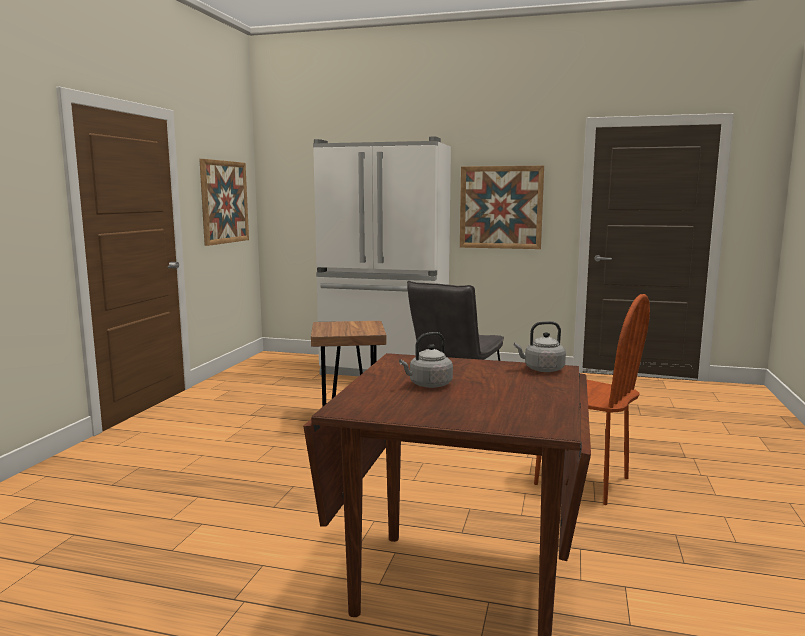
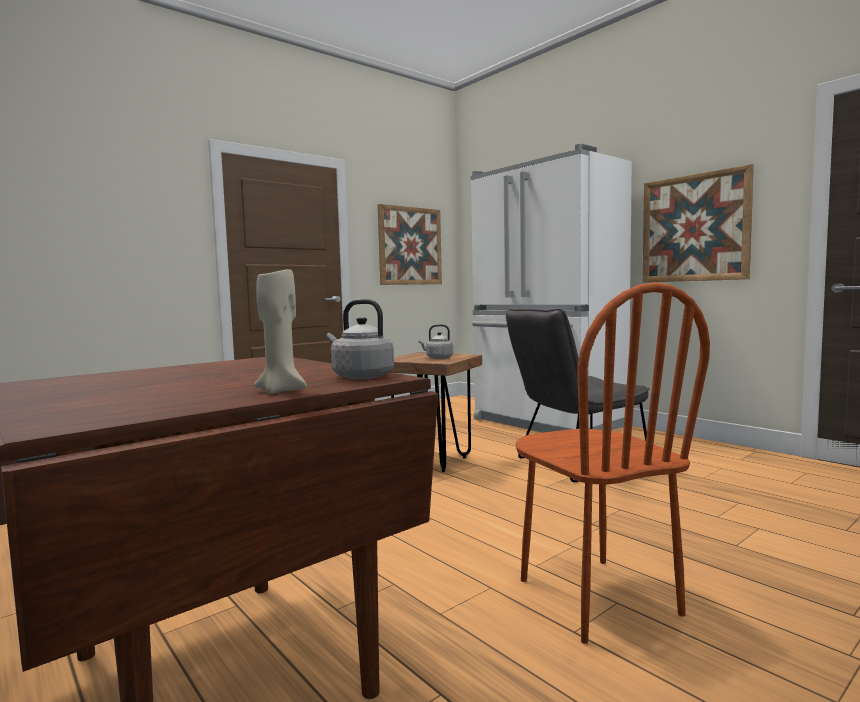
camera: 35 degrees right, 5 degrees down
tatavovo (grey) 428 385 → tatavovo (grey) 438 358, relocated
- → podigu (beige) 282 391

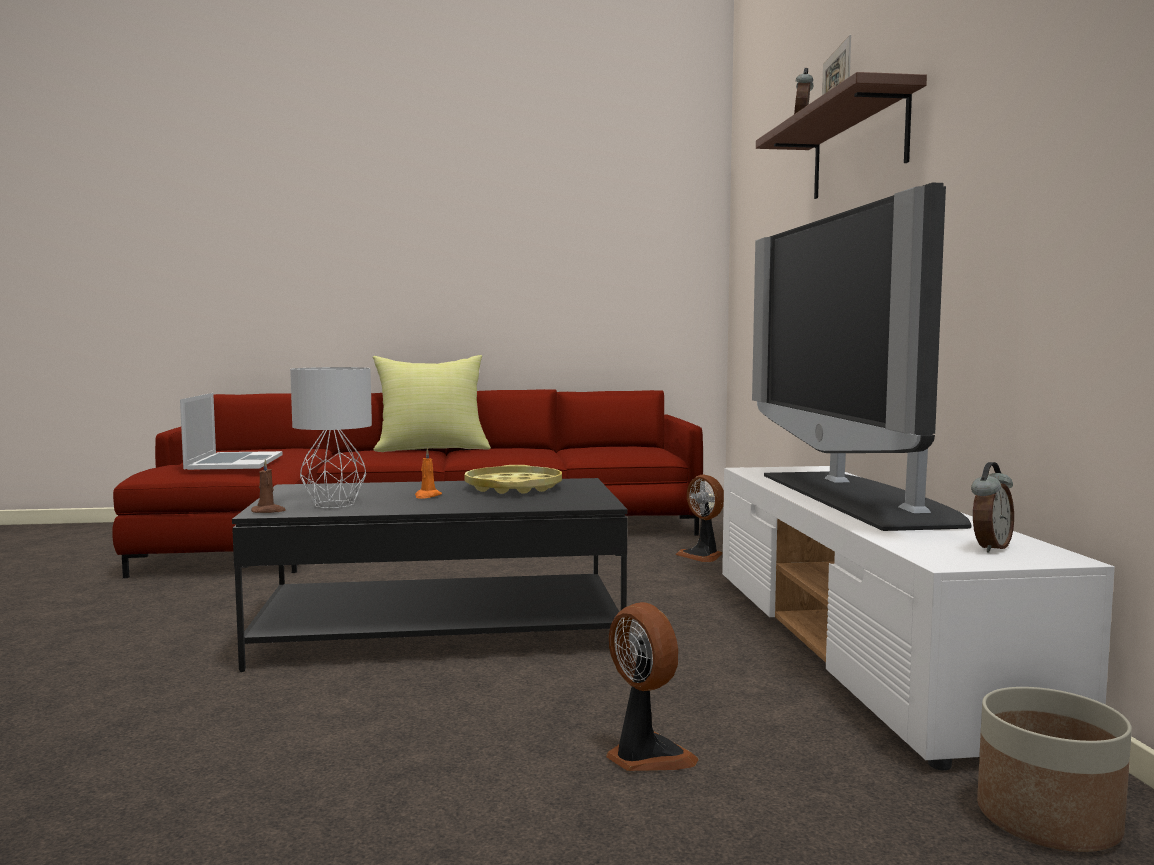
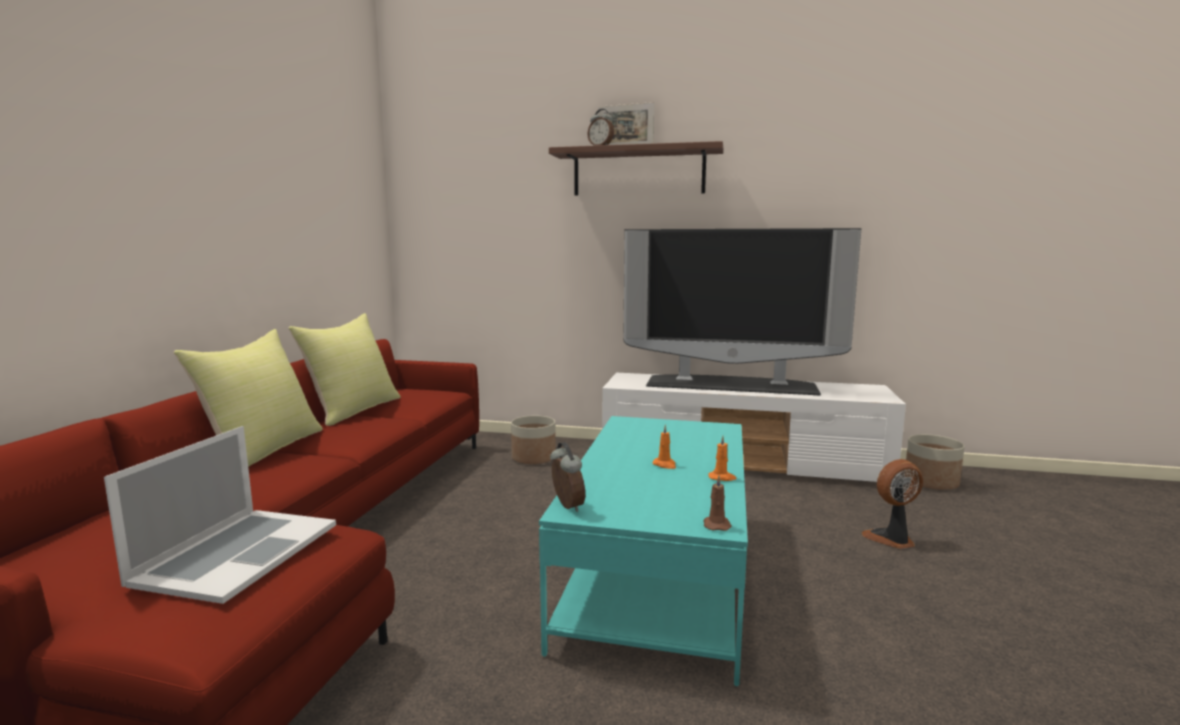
camera: 70 degrees left, 5 degrees up
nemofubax 234 462 → nemofubax 237 553, 90 degrees clockwise
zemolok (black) 441 630 → zemolok (turquoise) 658 572
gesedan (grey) 332 504 → -
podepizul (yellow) 514 487 → -
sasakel 702 556 → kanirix 534 457
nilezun 989 548 → nilezun 566 506, relocated
- → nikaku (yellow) 353 410
- → podigu (orange) 722 478

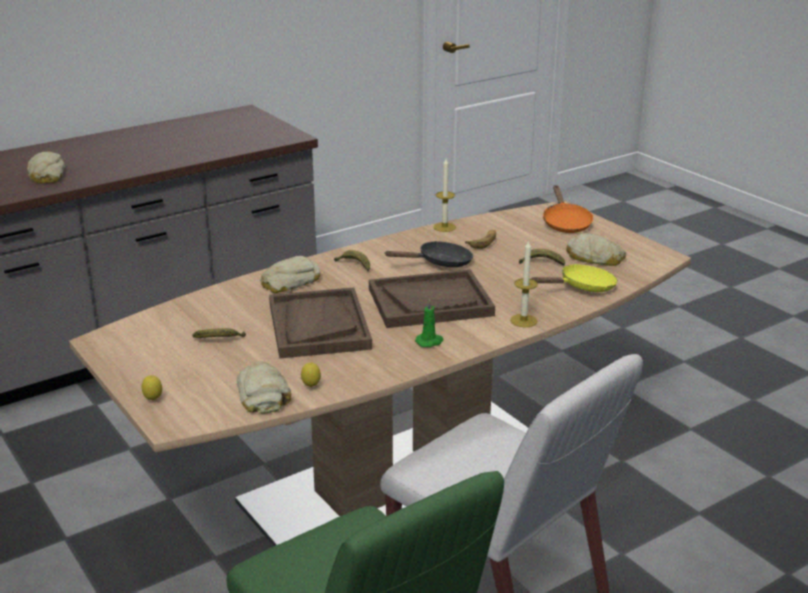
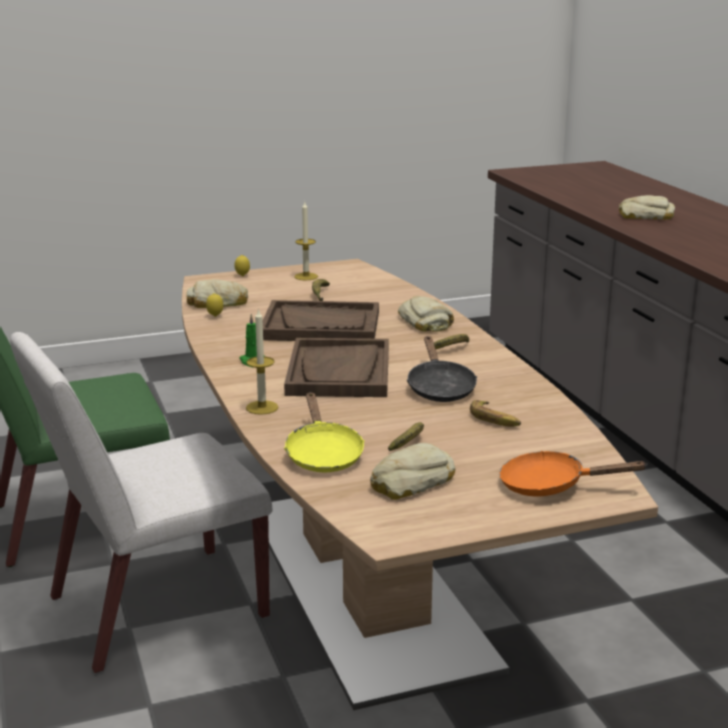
camera: 105 degrees right, 5 degrees down
podigu 444 227 → podigu 306 276, relocated

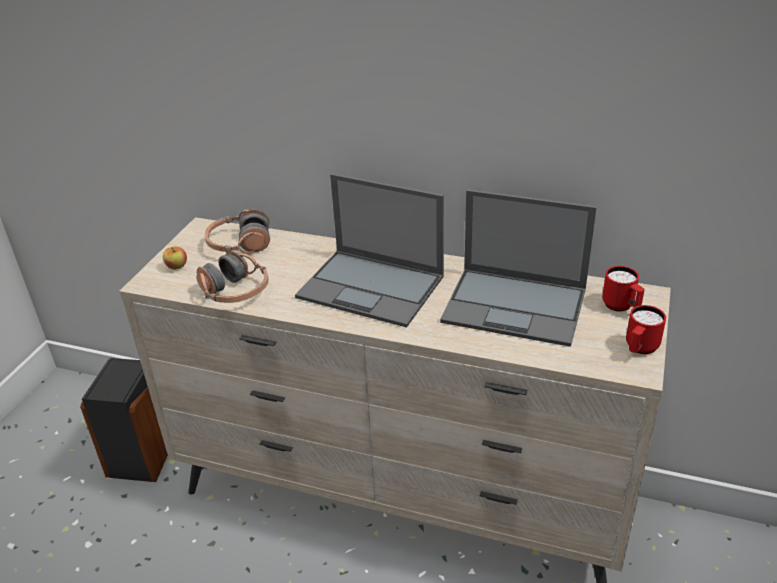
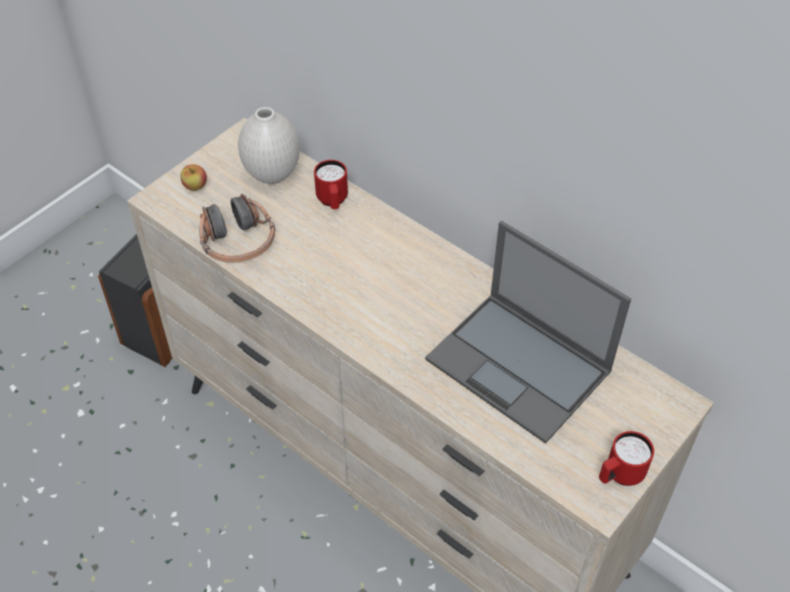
camera: 20 degrees right, 15 degrees up
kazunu 239 244 → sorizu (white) 272 174
nemofubax 372 287 → -
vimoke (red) 621 307 → vimoke (red) 332 202, relocated

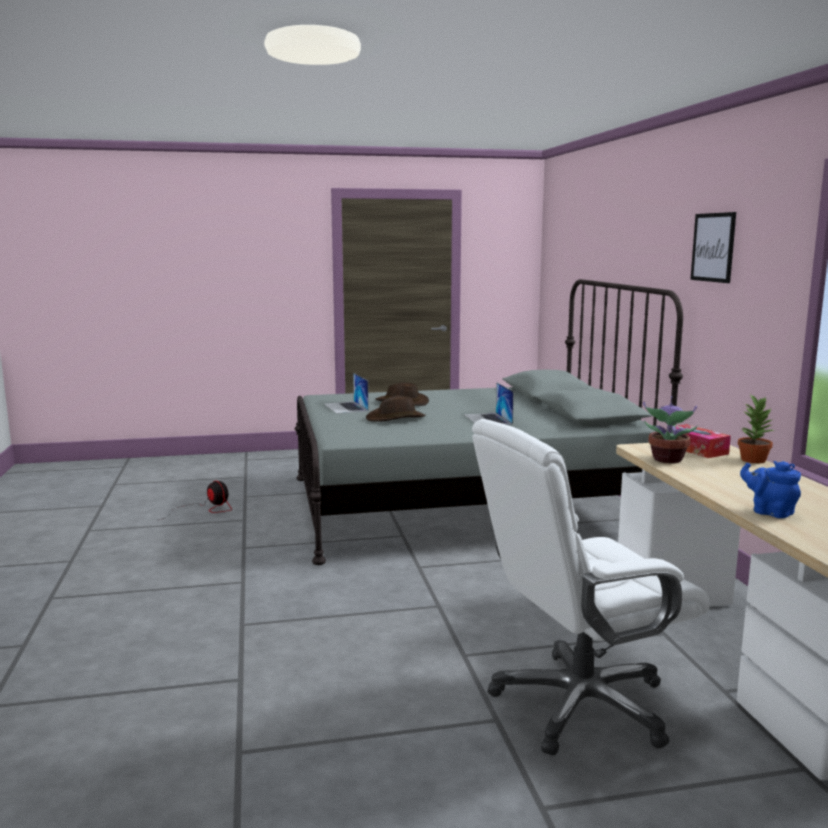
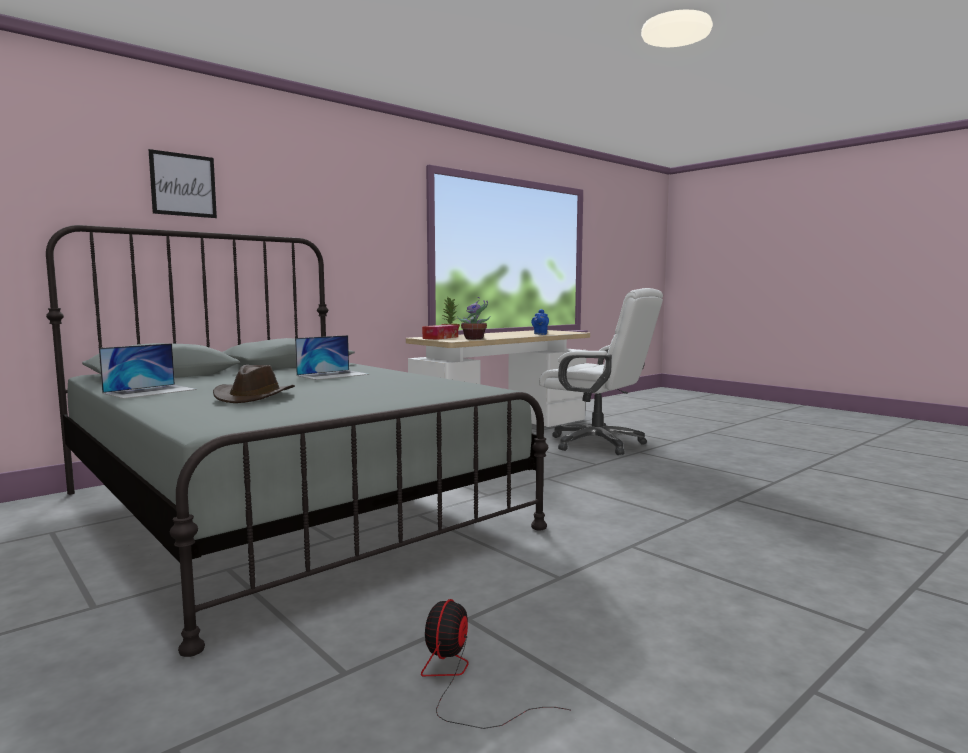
camera: 120 degrees left, 5 degrees down
nemofubax 346 407 → nemofubax 150 391, relocated
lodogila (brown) 396 418 → -
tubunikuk 713 247 → tubunikuk 183 185, relocated

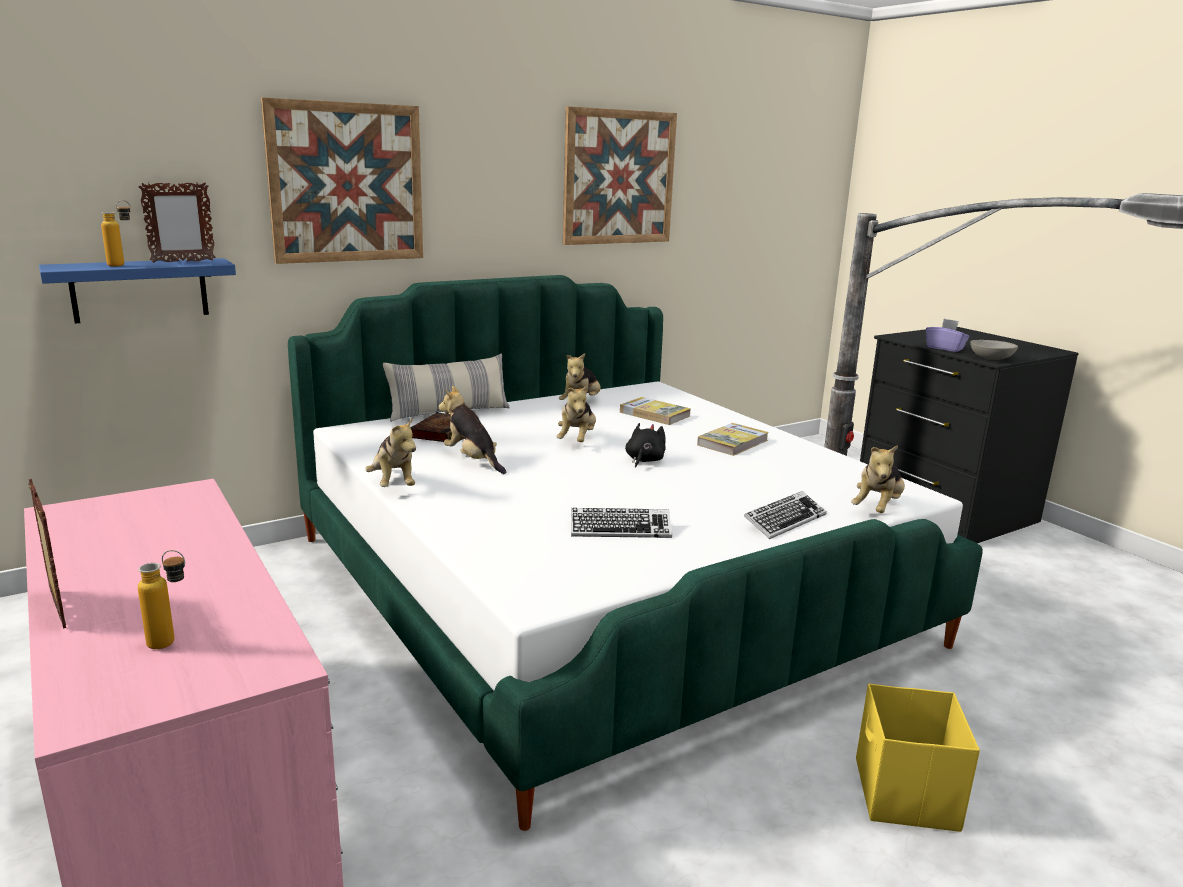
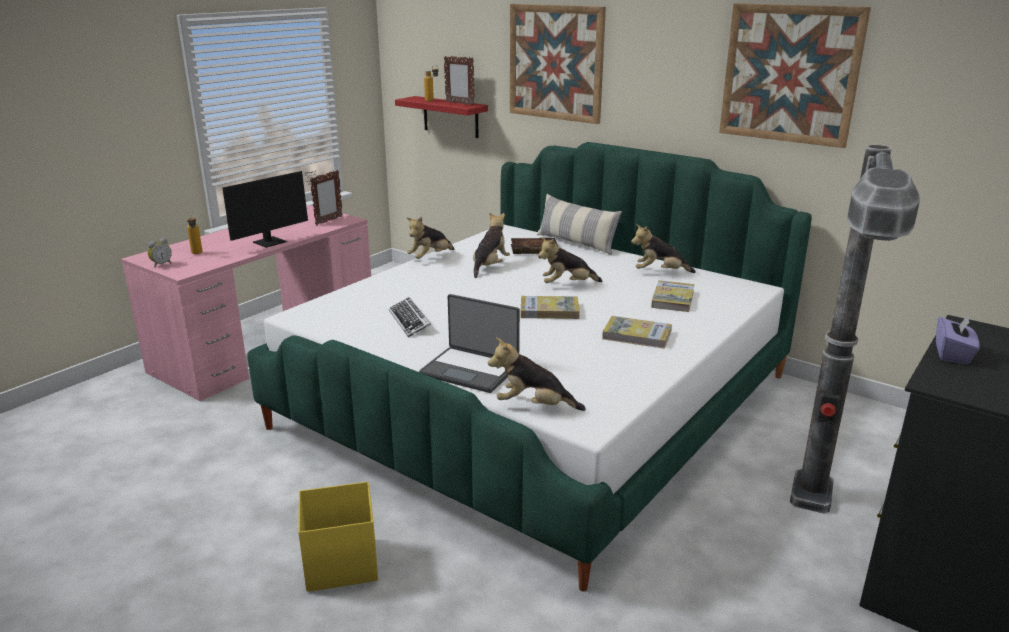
camera: 70 degrees right, 5 degrees up
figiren 57 609 → figiren 328 221, relocated
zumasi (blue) 140 290 → zumasi (red) 450 117
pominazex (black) 644 460 → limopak 549 310
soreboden 784 520 → nemofubax 470 370
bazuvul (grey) 991 359 → -
- → nilezun 161 264
- → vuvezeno 274 241

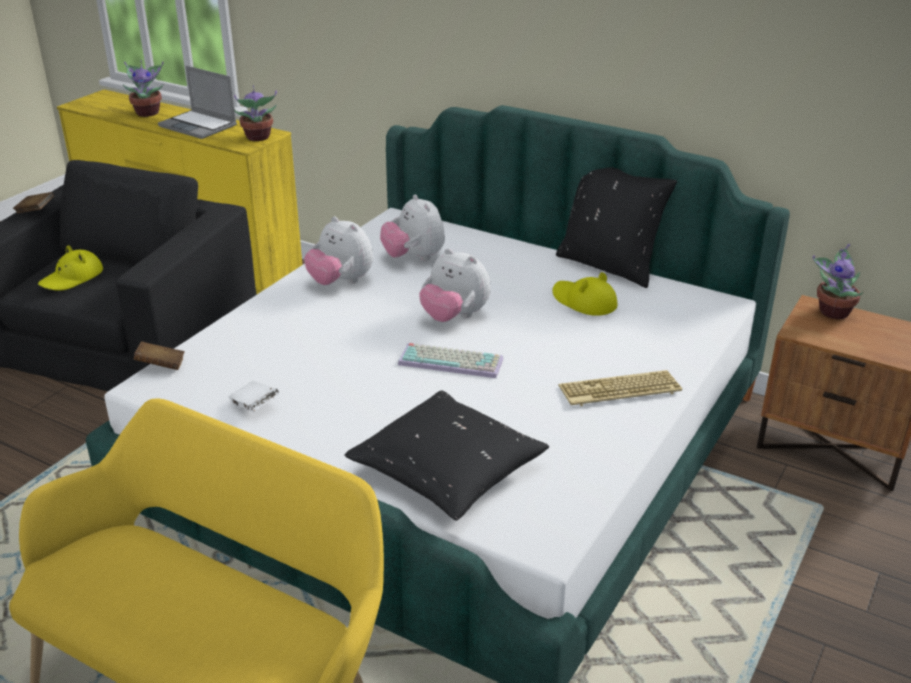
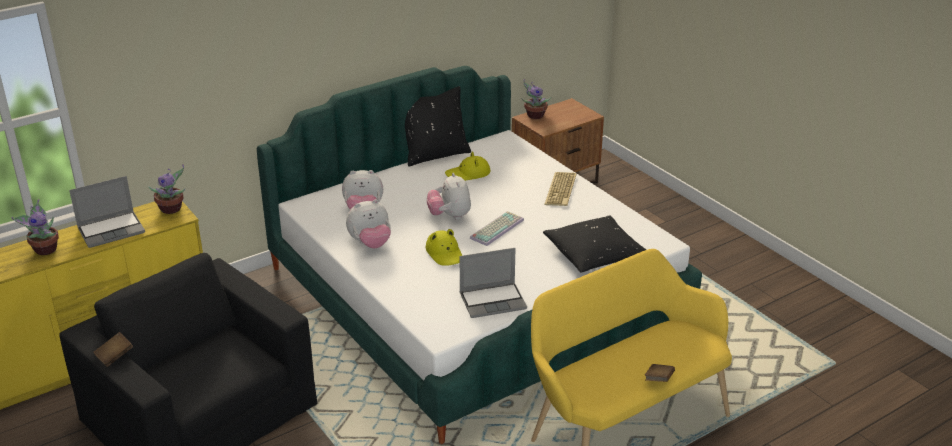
camera: 65 degrees left, 0 degrees up
lodogila (yellow) 72 278 → lodogila (yellow) 445 253, relocated
limopak (brown) 161 366 → limopak (brown) 658 380, relocated
limopak (white) 254 406 → nemofubax 493 301
pominazex 454 317 → pominazex 450 216, 105 degrees clockwise

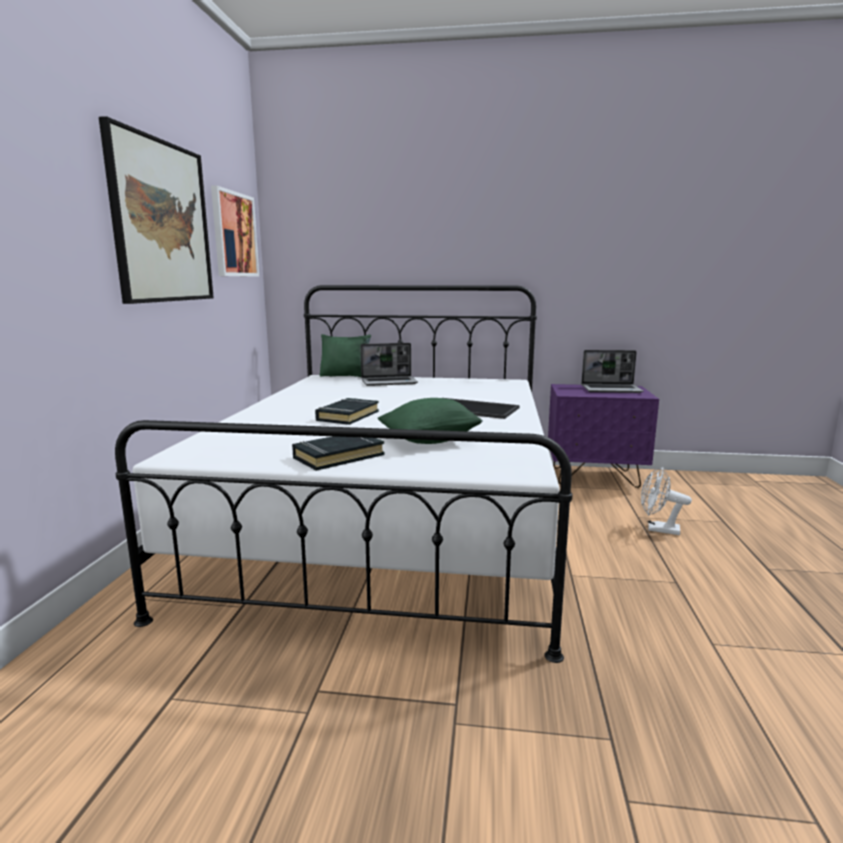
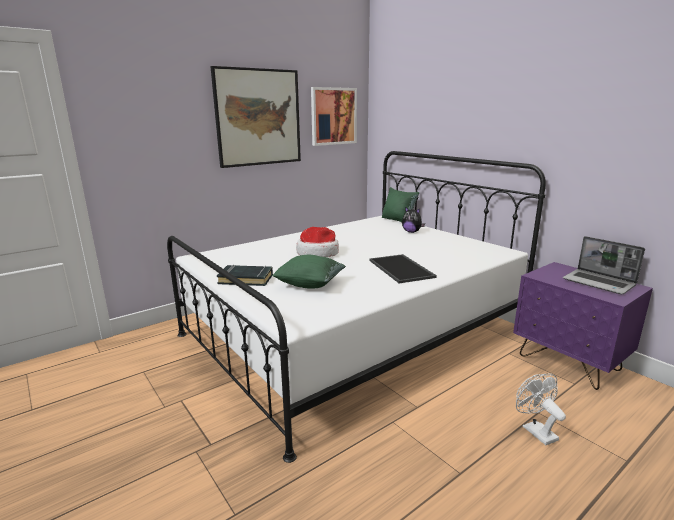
camera: 45 degrees right, 5 degrees up
limopak (black) 347 416 → lodogila 318 253
nemofubax 389 382 → pominazex 411 232

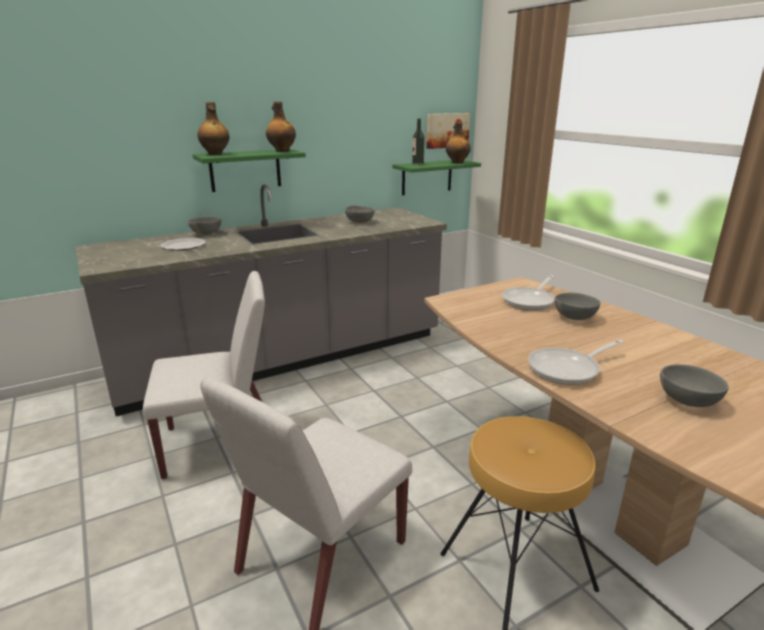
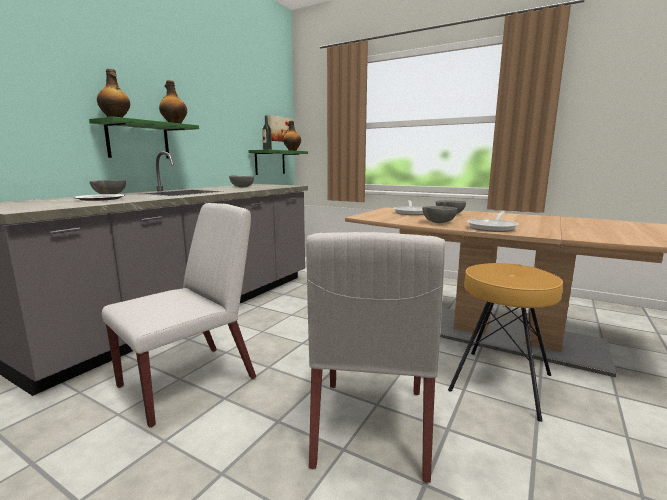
camera: 30 degrees left, 10 degrees down
bazuvul (grey) 685 400 → bazuvul (grey) 437 223, relocated

